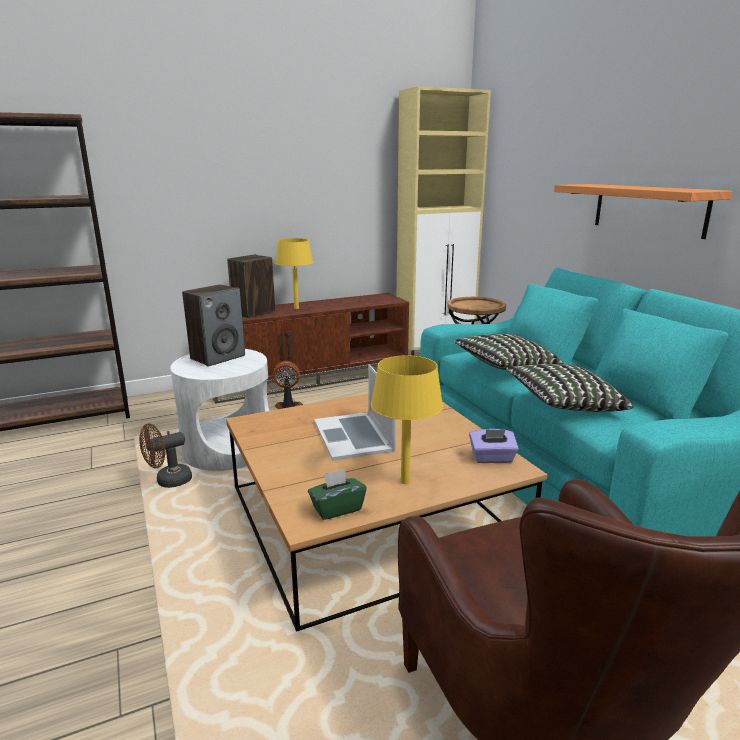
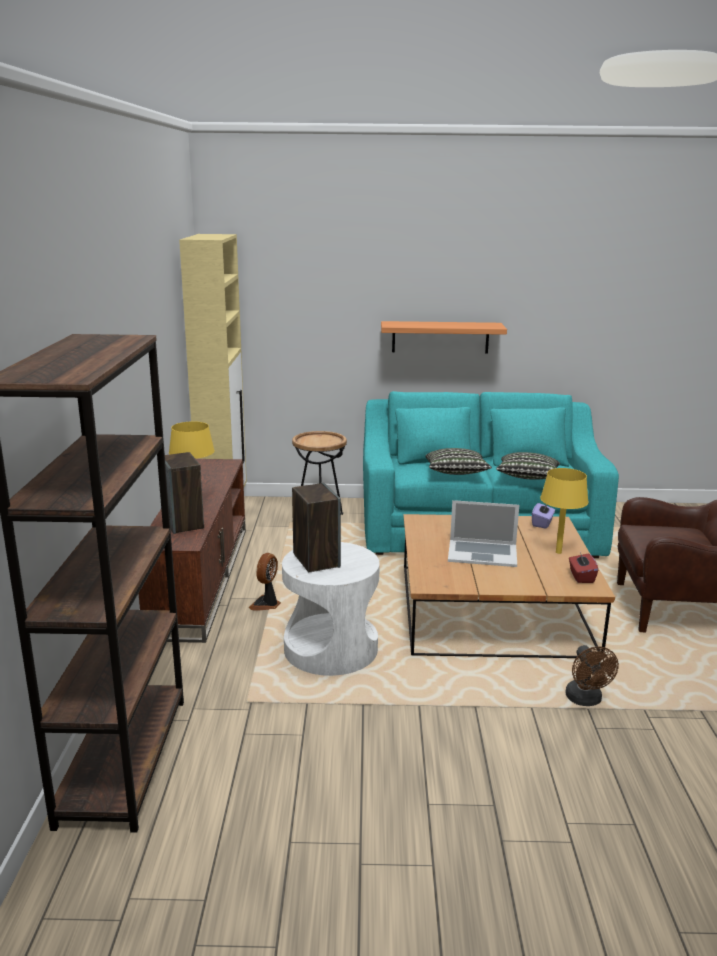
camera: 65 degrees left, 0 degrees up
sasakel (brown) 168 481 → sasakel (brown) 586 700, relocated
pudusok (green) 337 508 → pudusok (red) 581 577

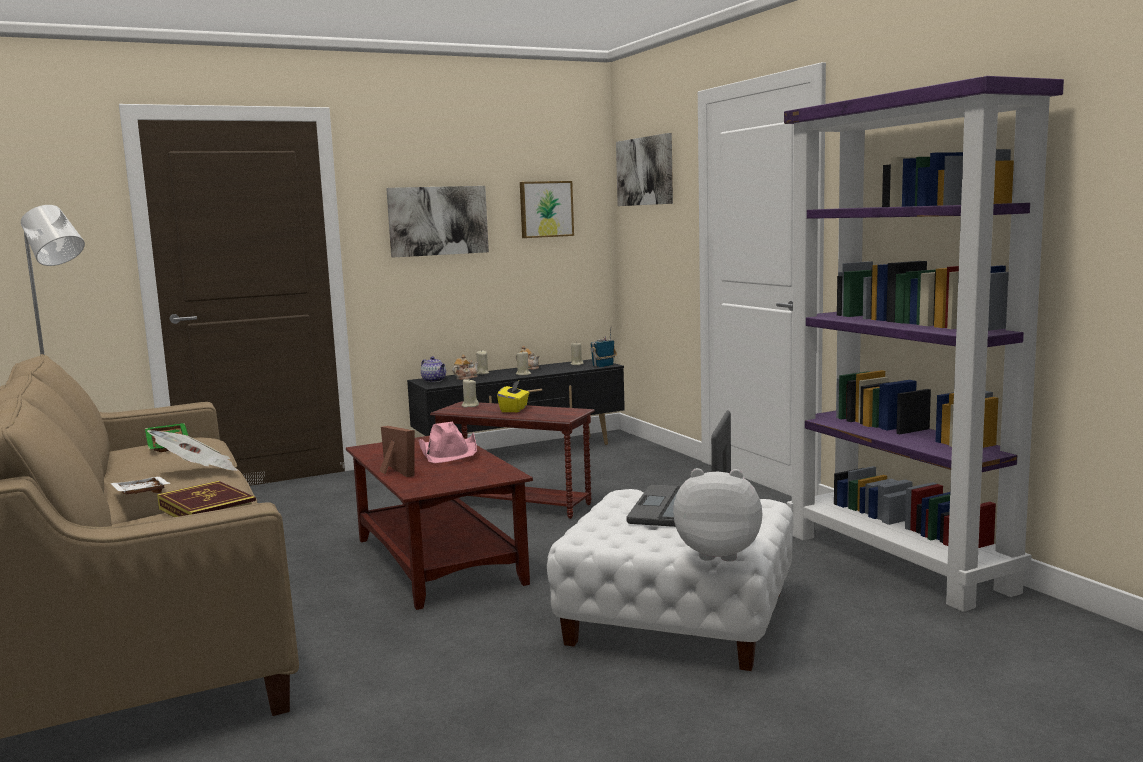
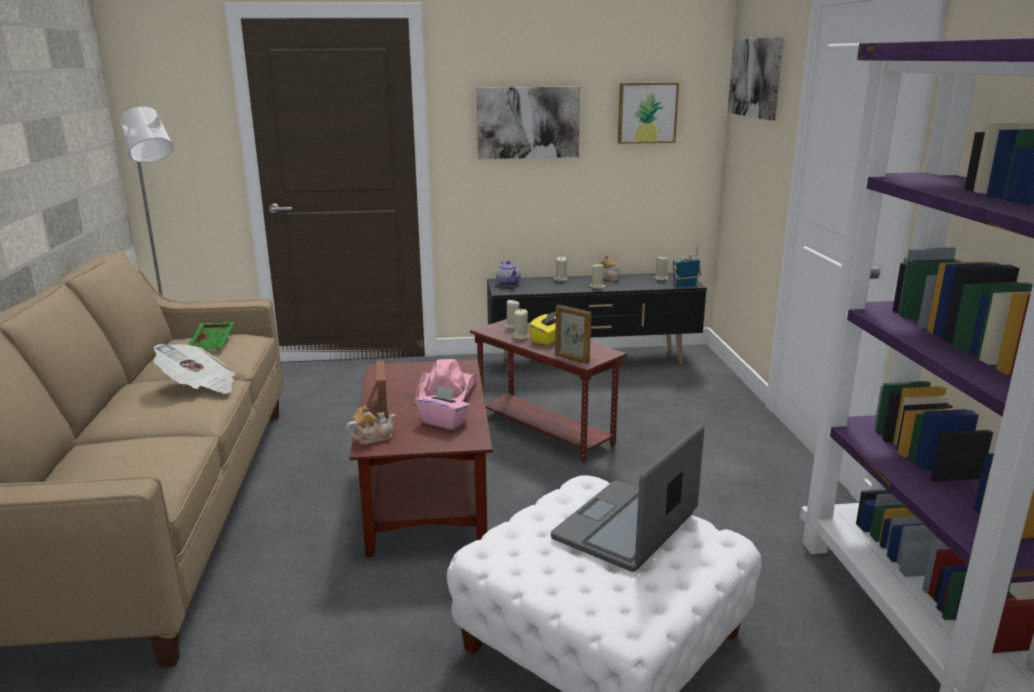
camera: 20 degrees right, 10 degrees up
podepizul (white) 139 495 → -
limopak 207 510 → -
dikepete 465 378 → dikepete 372 438, relocated
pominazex 718 553 → -
- → pudusok (pink) 444 422
- → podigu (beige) 520 336
- → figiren 571 359

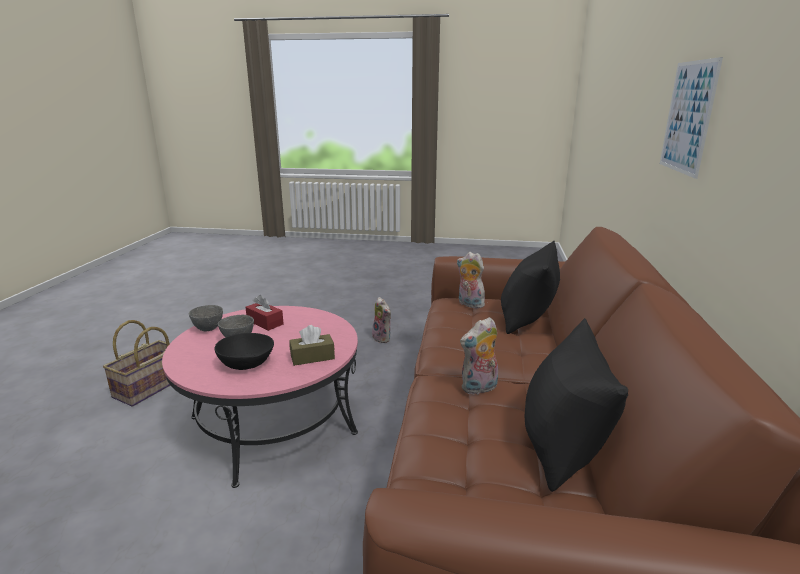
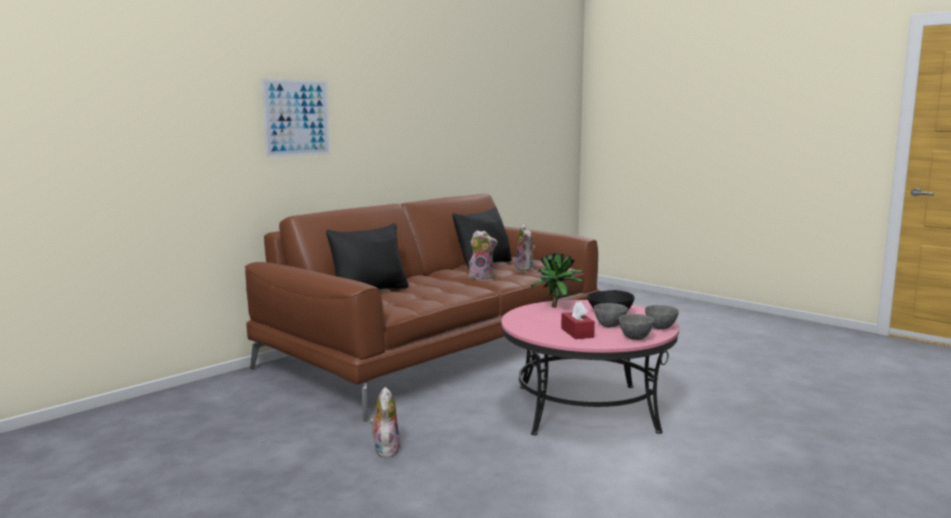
camera: 145 degrees left, 10 degrees down
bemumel 149 388 → -
pudusok (brown) 312 357 → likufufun 558 307
pominazex 469 304 → pominazex 525 269, relocated
- → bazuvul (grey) 661 328

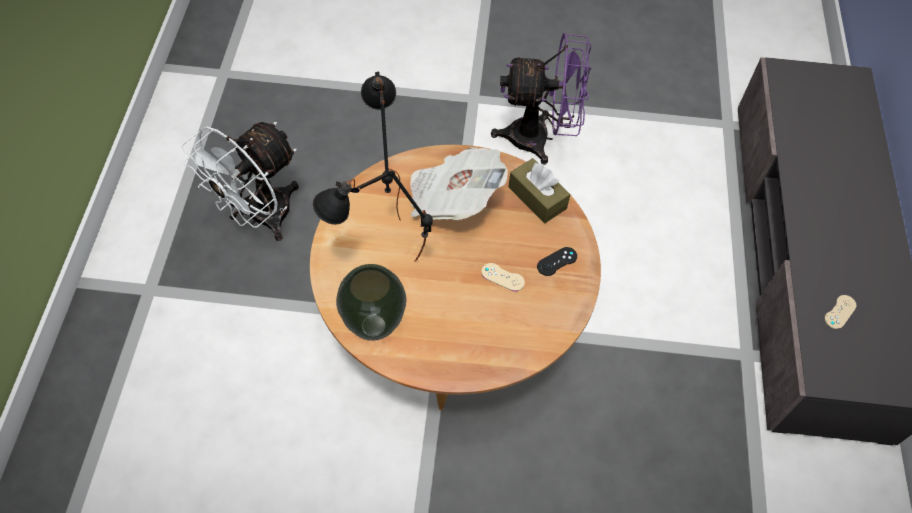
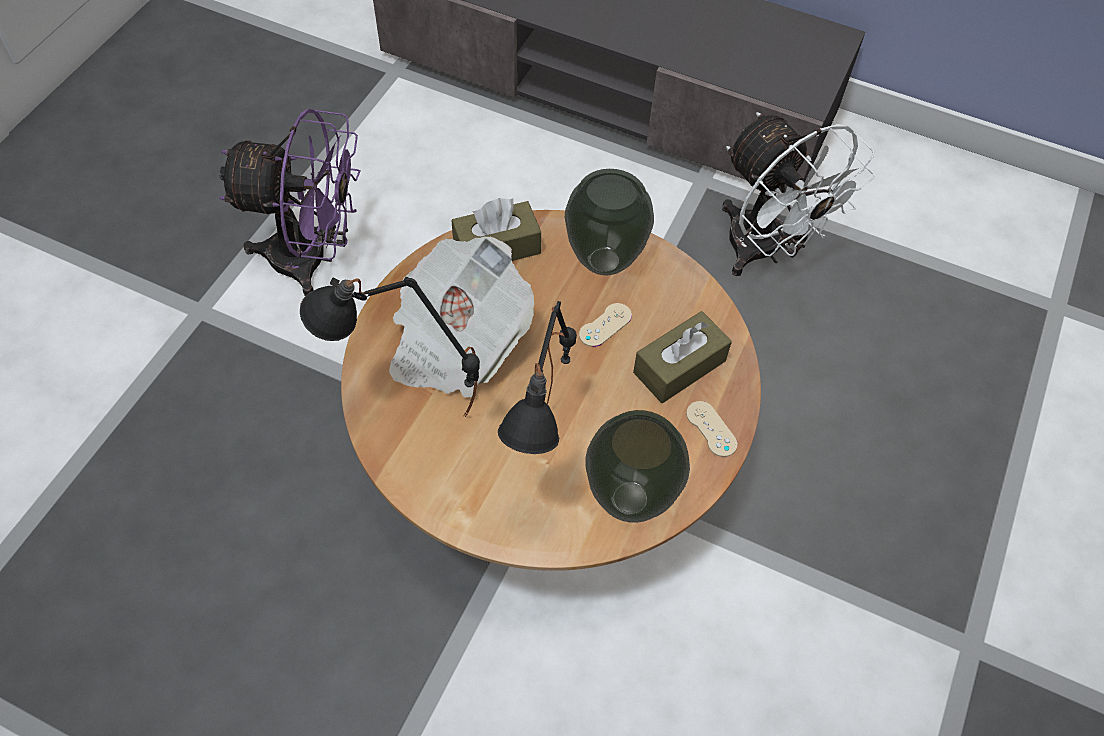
camera: 70 degrees left, 0 degrees up
sasakel (white) 260 218 → sasakel (white) 765 251, relocated
sasakel (purple) 539 138 → sasakel (purple) 314 259, 75 degrees clockwise
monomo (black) 557 261 → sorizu 603 260
monomo (beige) 840 312 → monomo (beige) 711 429, relocated
- → pudusok (brown) 679 366

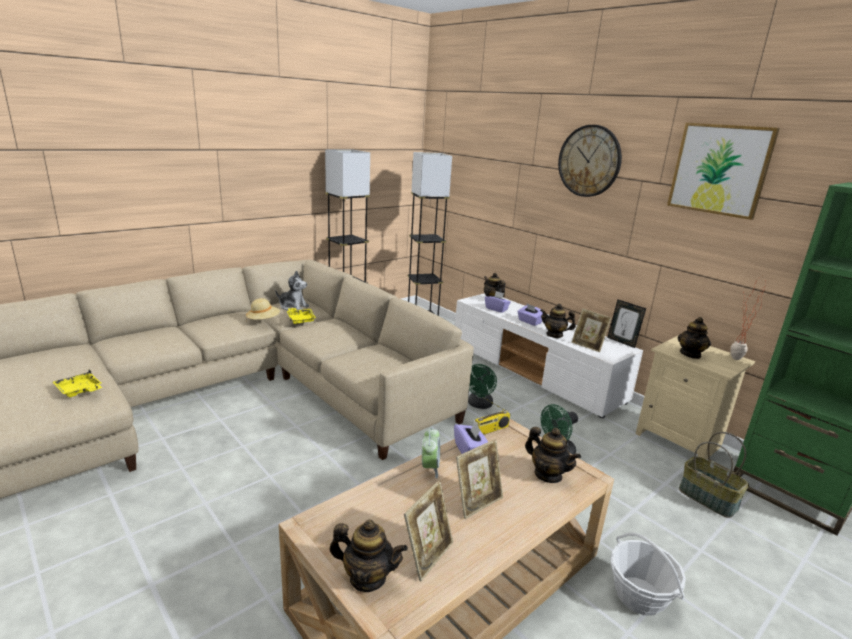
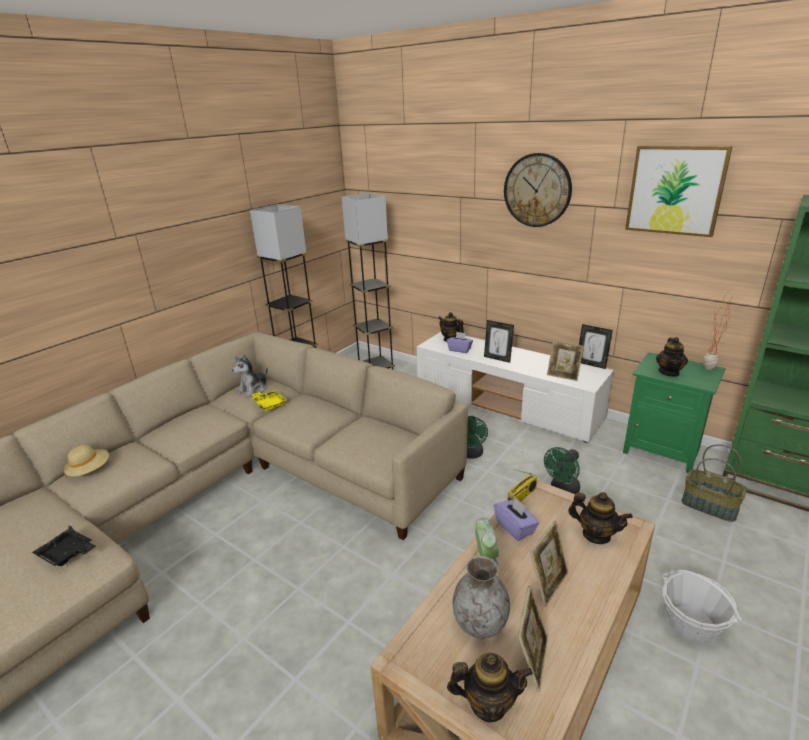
camera: 10 degrees left, 5 degrees up
podepizul (yellow) 79 391 → podepizul (black) 67 554
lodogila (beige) 263 320 → lodogila (beige) 90 470, relocated
pominazex 293 307 → pominazex 253 389, 120 degrees clockwise
pudusok (purple) 529 322 → figiren 497 358
dikepete 554 334 → -
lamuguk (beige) 679 440 → lamuguk (green) 662 450
- → sorizu (grey) 480 623

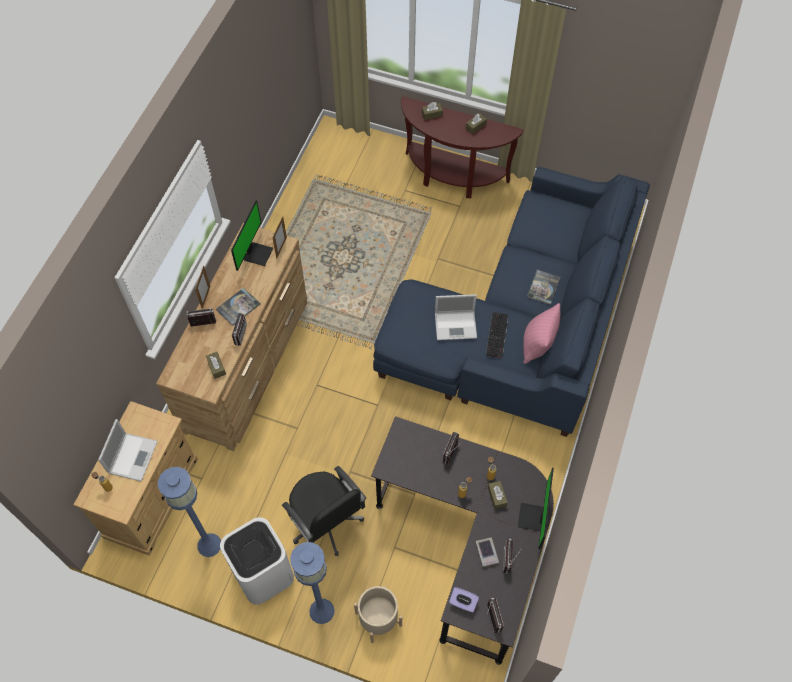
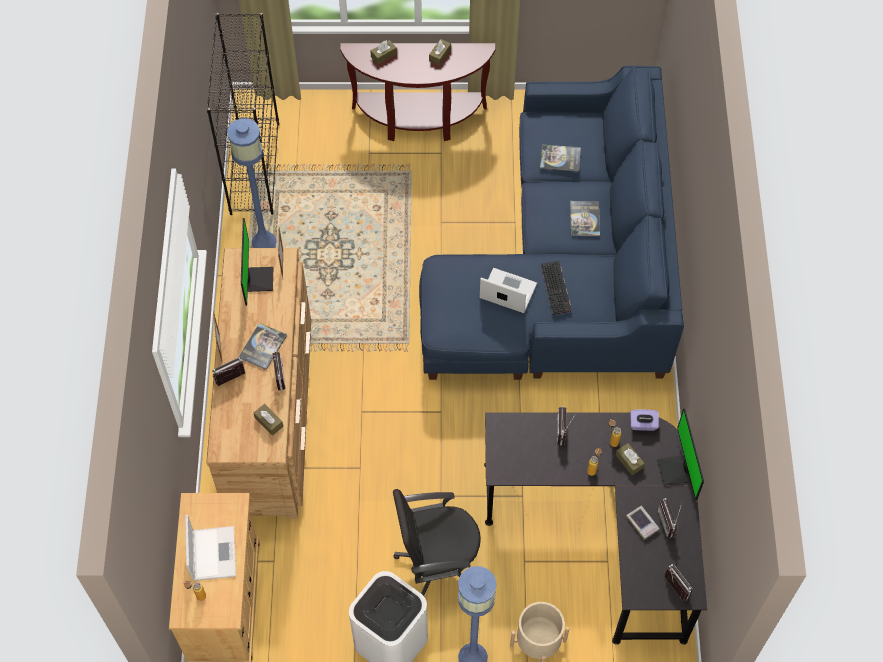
camera: 20 degrees left, 0 degrees up
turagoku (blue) 209 545 → turagoku (blue) 263 242, relocated
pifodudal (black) 326 522 → pifodudal (black) 437 560, 135 degrees clockwise
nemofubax 456 325 → nemofubax 507 291, 135 degrees counterclockwise
pudusok (purple) 463 602 → pudusok (purple) 643 424, relocated
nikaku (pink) 537 345 → -
- → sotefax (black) 254 167
- → limopak 560 158

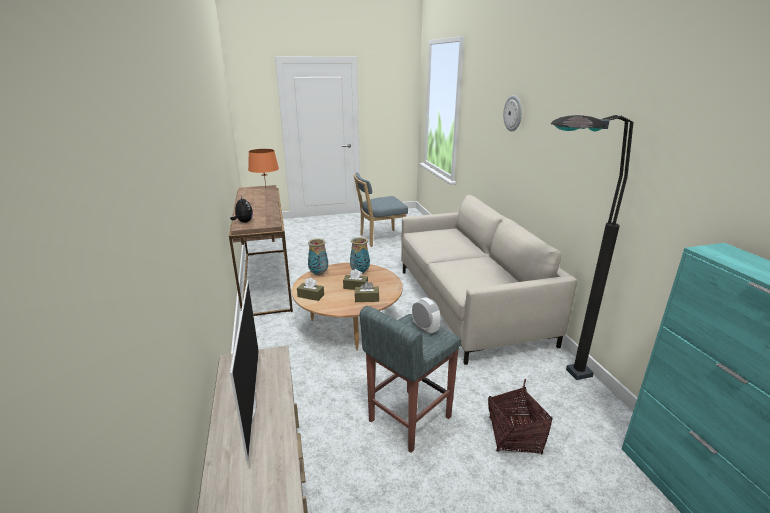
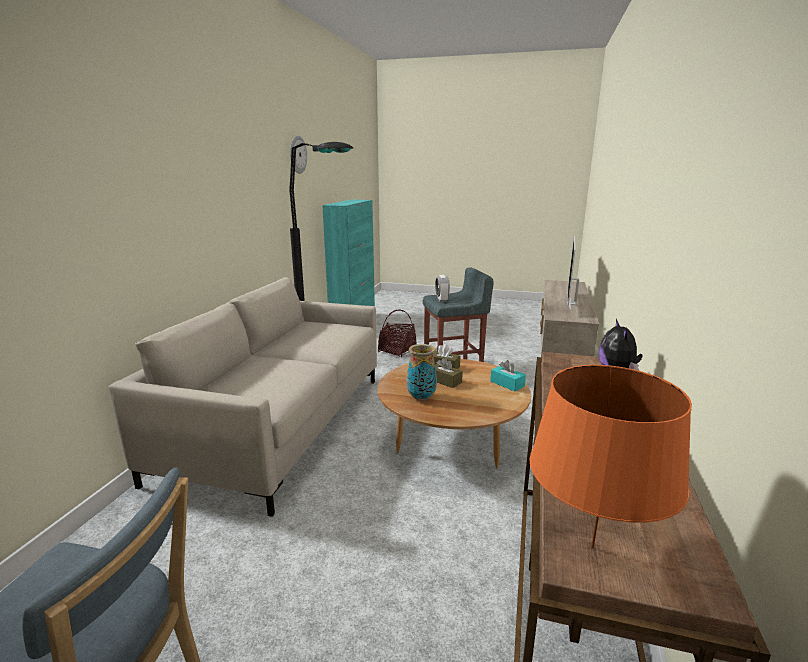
camera: 150 degrees left, 5 degrees down
pudusok (brown) 310 296 → pudusok (turquoise) 507 384
sorizu 319 273 → -
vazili 513 113 → vazili 297 154, relocated

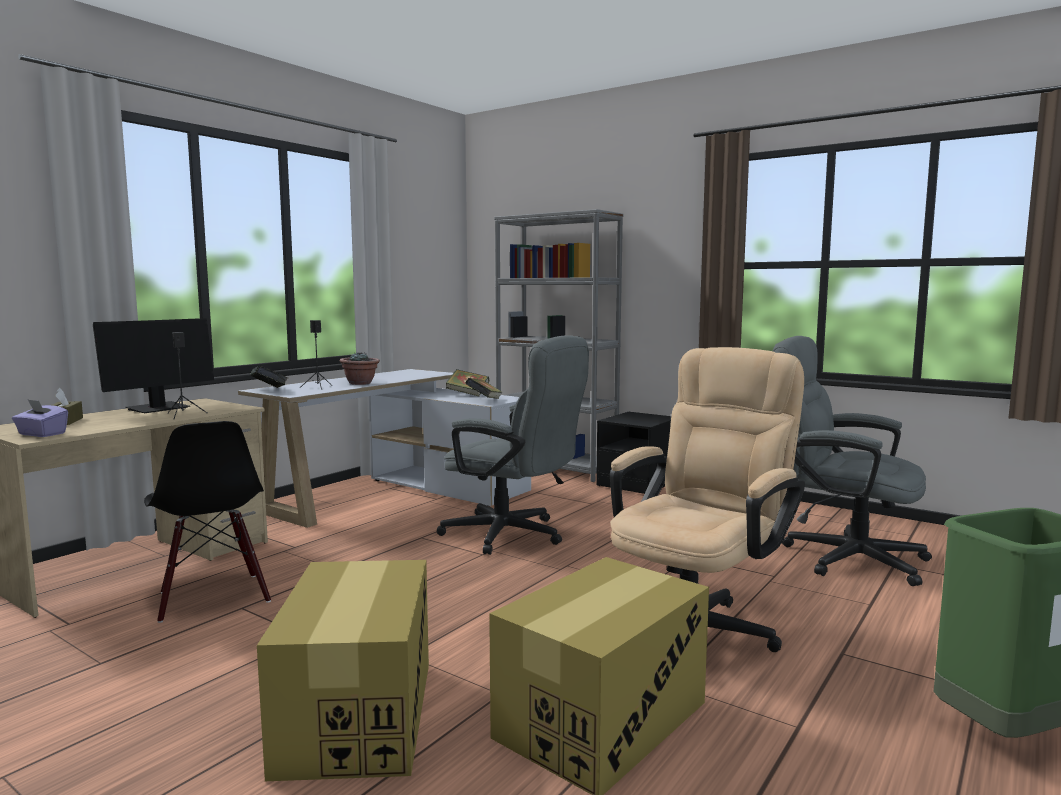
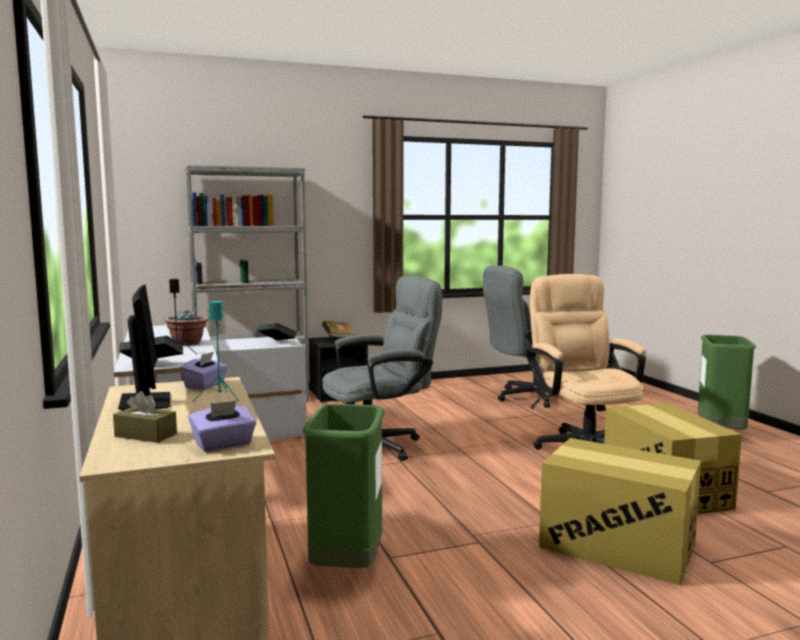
camera: 55 degrees left, 0 degrees up
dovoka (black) 213 597 → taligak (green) 347 567
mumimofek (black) 183 415 → mumimofek (turquoise) 220 398
limopak 467 394 → limopak 339 339, relocated
- → pudusok (purple) 205 385

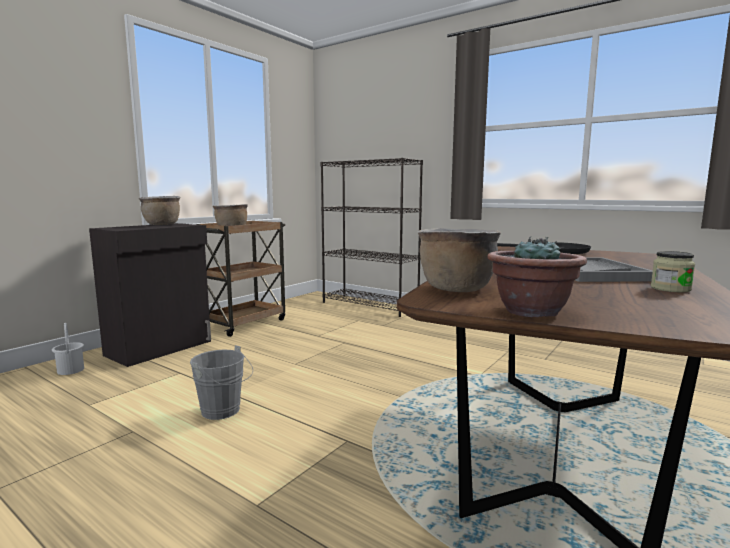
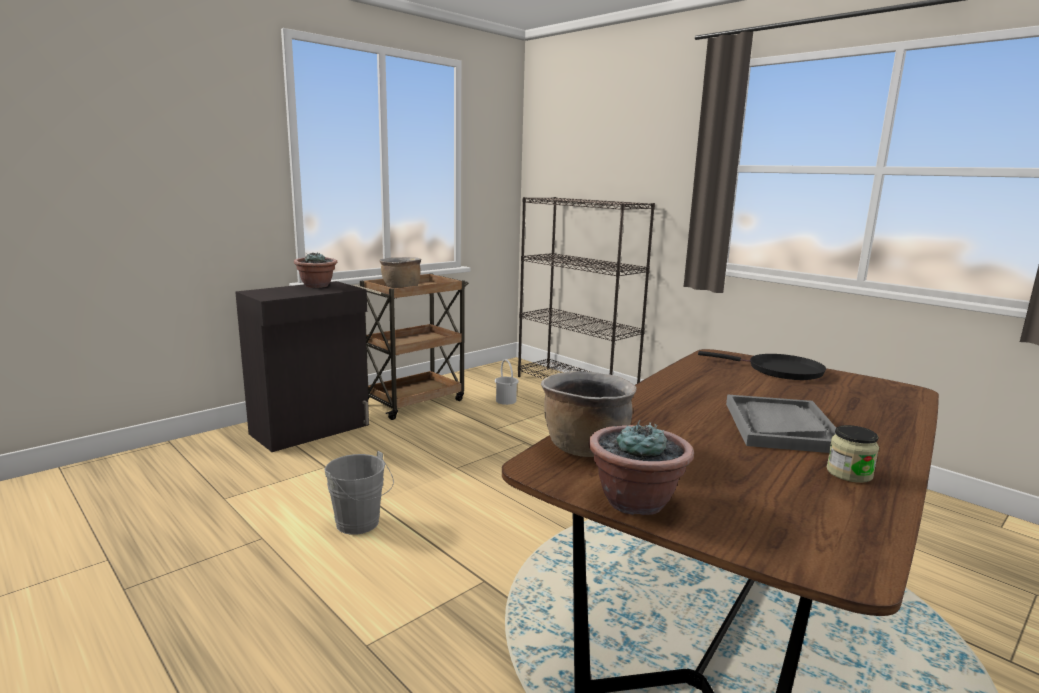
camera: 10 degrees right, 5 degrees up
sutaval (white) 70 370 → sutaval (white) 505 401, relocated
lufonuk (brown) 162 225 → likufufun 317 286

